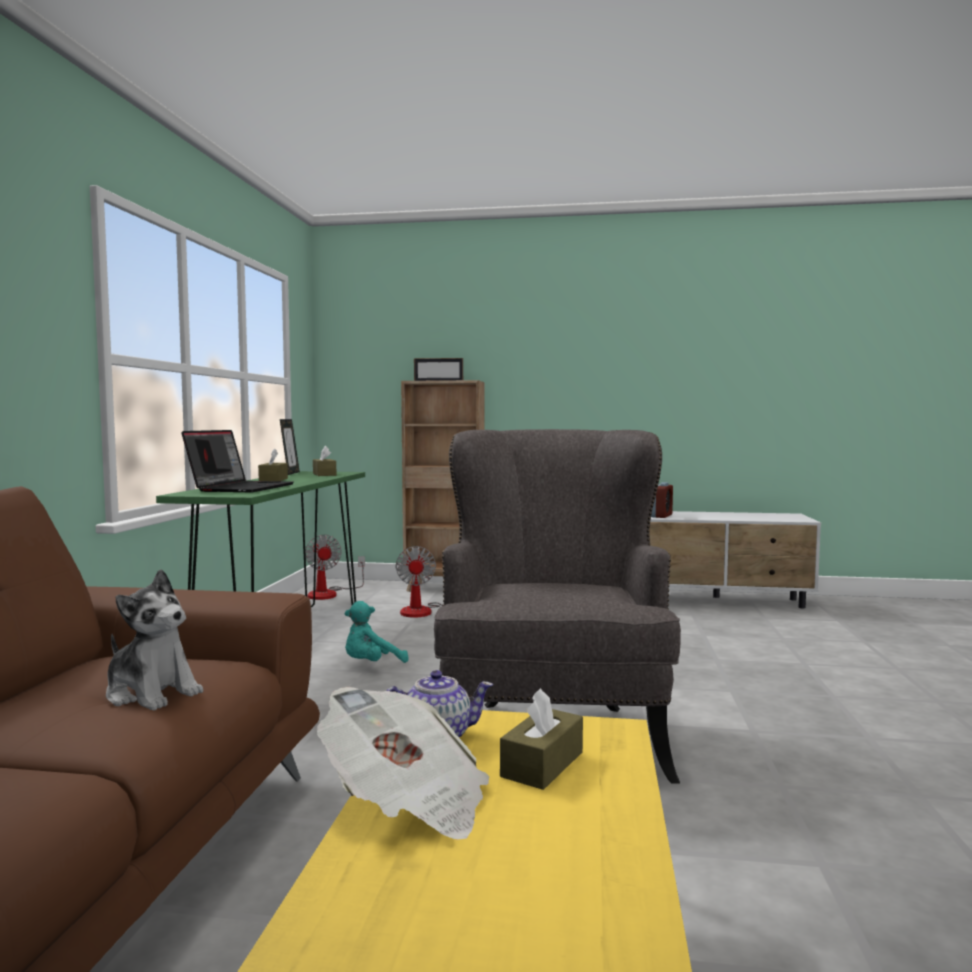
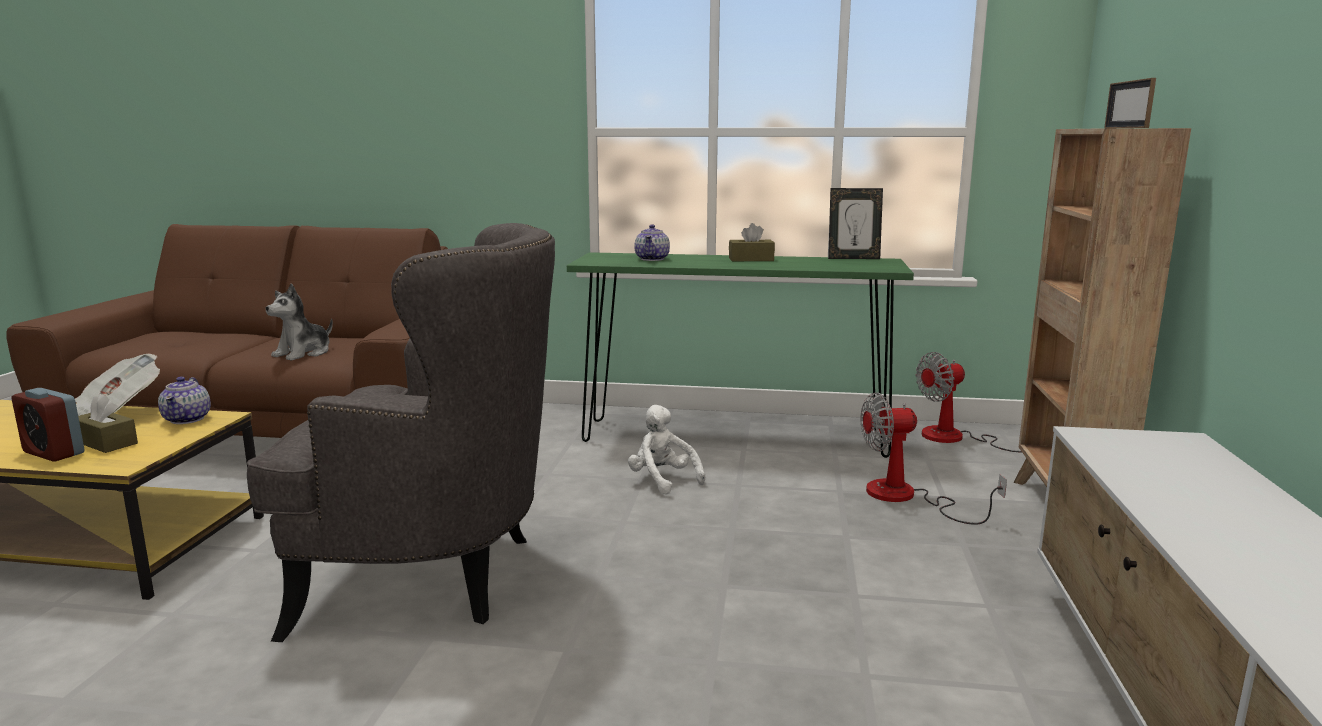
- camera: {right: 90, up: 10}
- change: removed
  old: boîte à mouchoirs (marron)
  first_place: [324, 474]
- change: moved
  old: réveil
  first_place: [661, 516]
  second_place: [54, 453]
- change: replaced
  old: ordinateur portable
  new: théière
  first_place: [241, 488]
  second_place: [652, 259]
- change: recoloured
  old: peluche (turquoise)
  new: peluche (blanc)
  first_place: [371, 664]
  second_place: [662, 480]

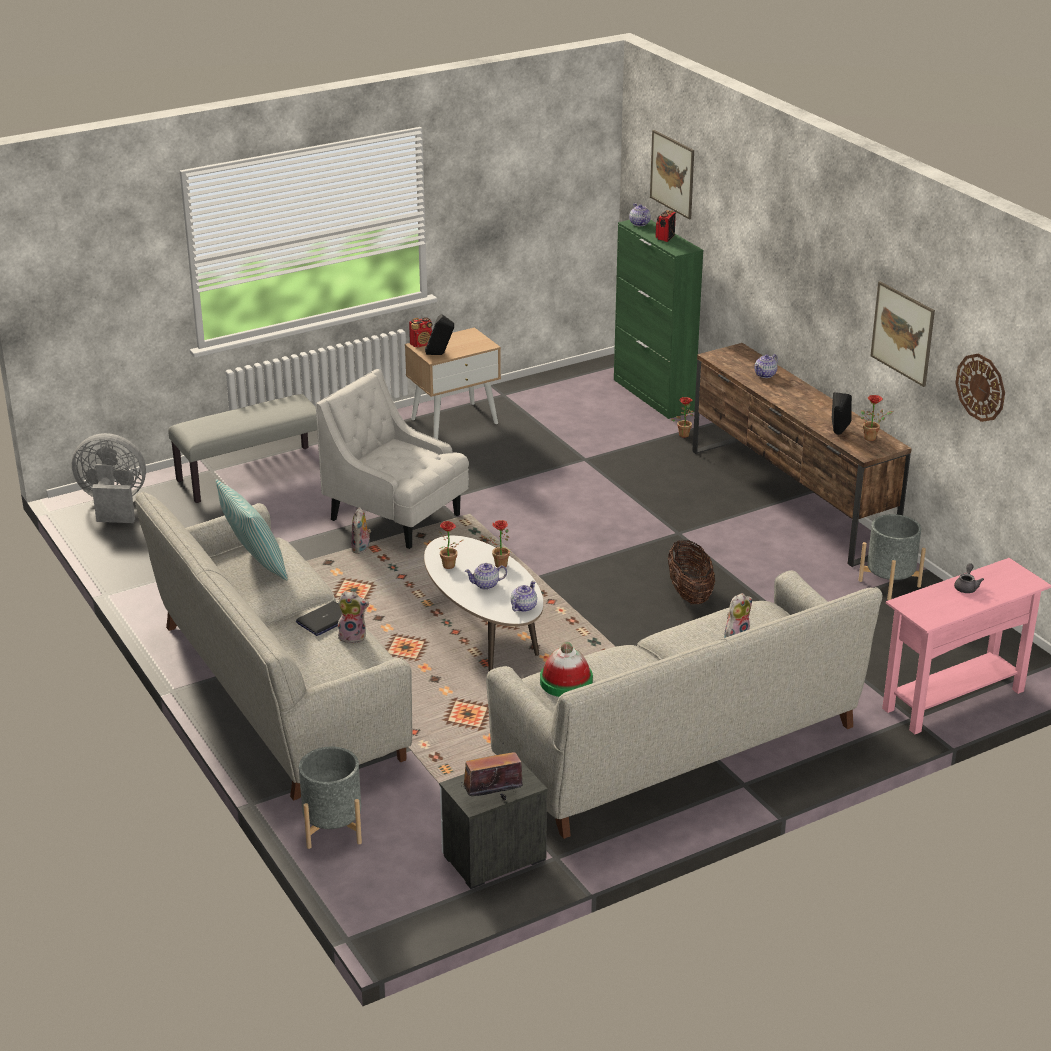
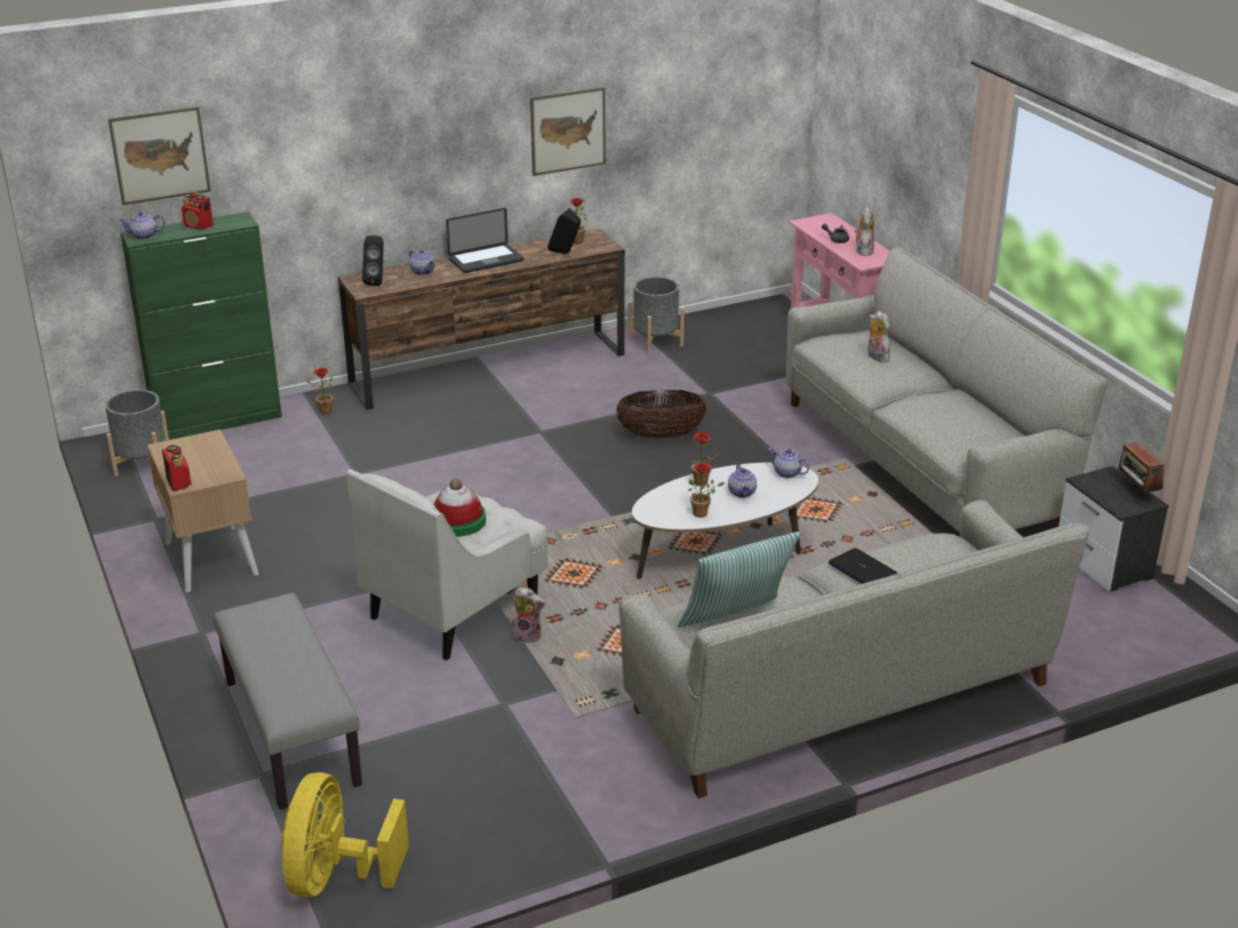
- camera: {right: -85, up: 0}
- change: removed
  old: horloge murale
  first_place: [981, 387]
- change: added
  new: ordinateur portable
  second_place: [486, 260]
- change: moved
  old: cache-pot (gris)
  first_place: [333, 828]
  second_place: [142, 463]
- change: moved
  old: peluche
  first_place: [353, 636]
  second_place: [863, 251]
- change: moved
  old: enceinte (noir)
  first_place: [440, 354]
  second_place: [377, 281]
- change: moved
  old: chapeau
  first_place: [566, 682]
  second_place: [458, 521]
- change: recoloured
  old: ventilateur (gris)
  new: ventilateur (jaune)
  first_place: [113, 505]
  second_place: [335, 877]

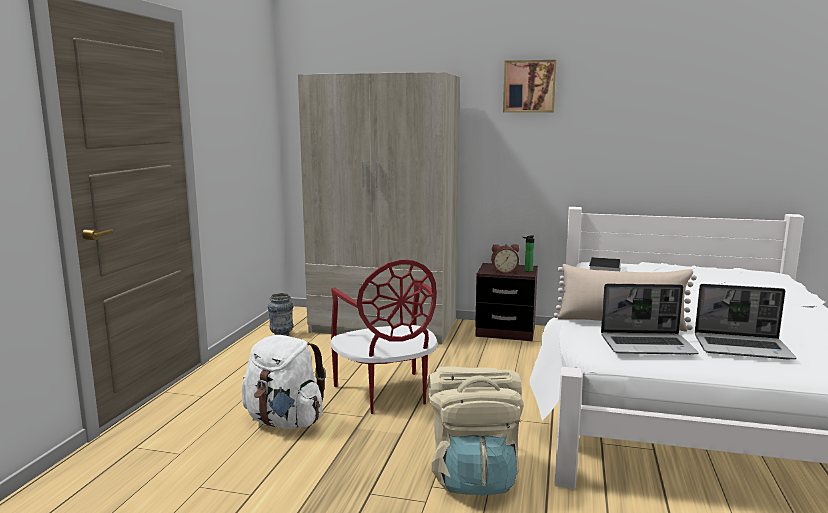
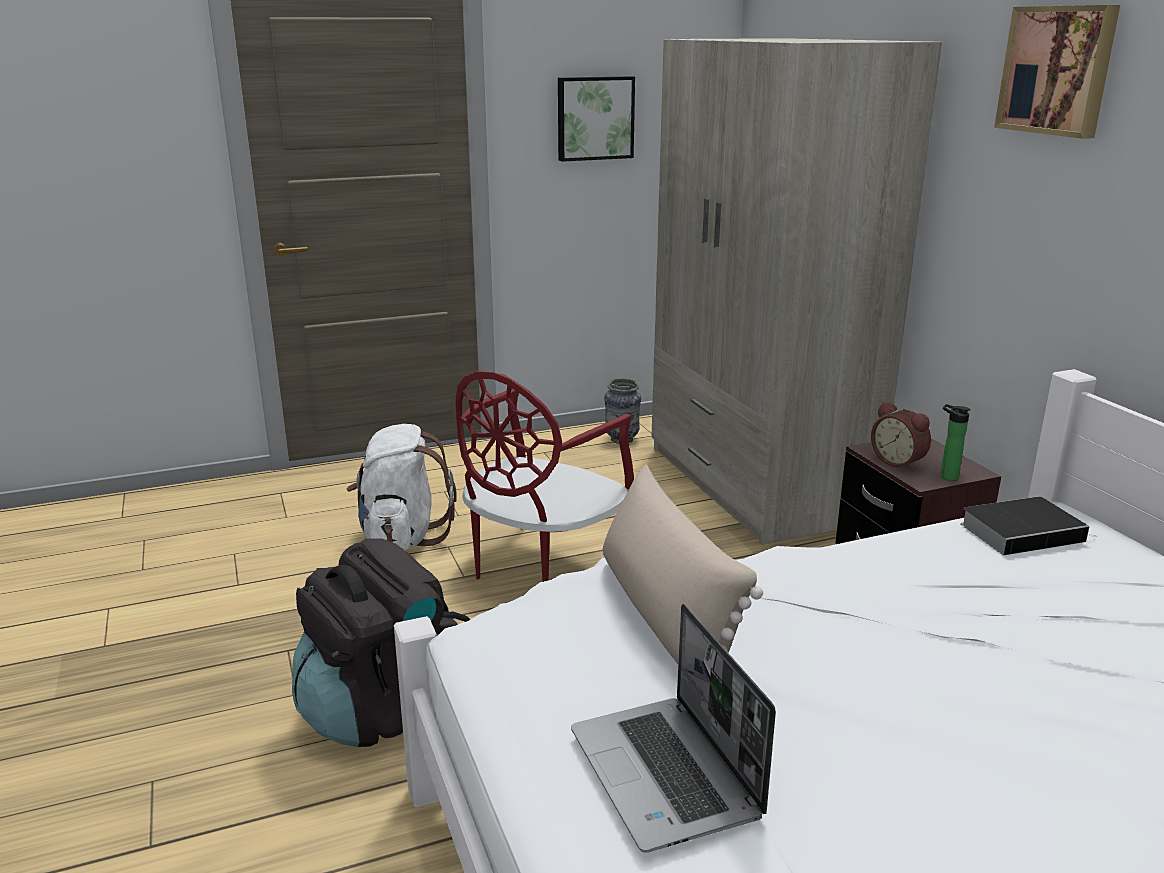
- camera: {right: 55, up: 10}
- change: removed
  old: ordinateur portable
  first_place: [648, 345]
- change: added
  new: tableau
  second_place: [594, 118]
- change: recoloured
  old: sac à dos (beige)
  new: sac à dos (noir)
  first_place: [473, 475]
  second_place: [385, 707]

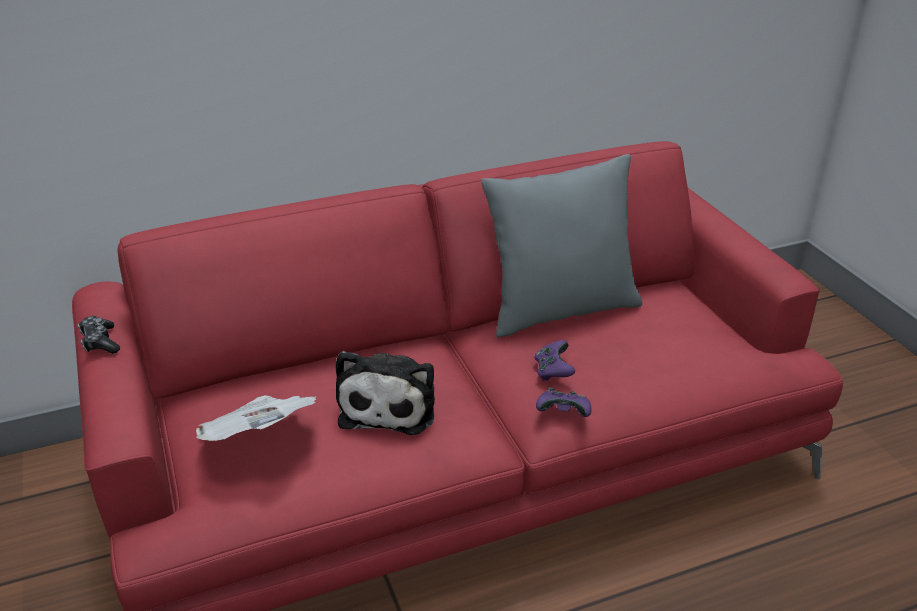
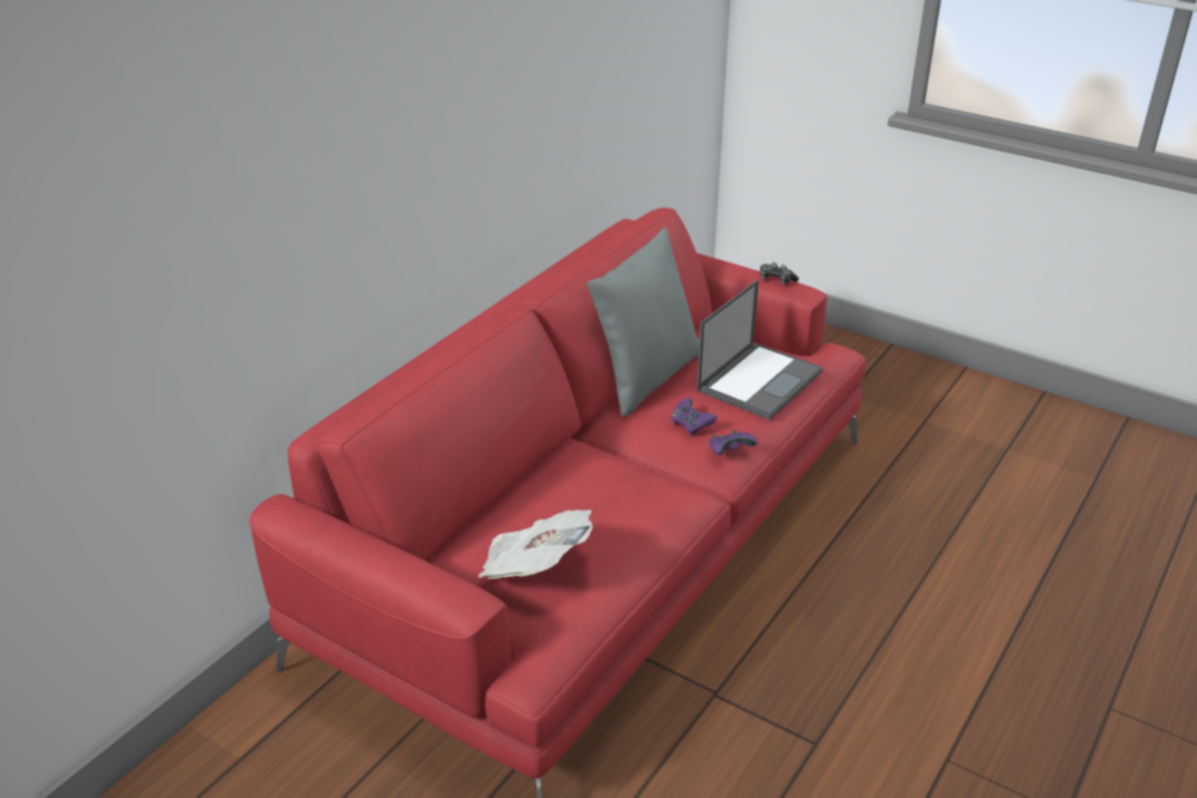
- camera: {right: -35, up: 0}
- change: removed
  old: peluche
  first_place: [389, 405]
- change: added
  new: ordinateur portable
  second_place: [760, 380]
- change: moved
  old: manette
  first_place: [100, 342]
  second_place: [776, 280]

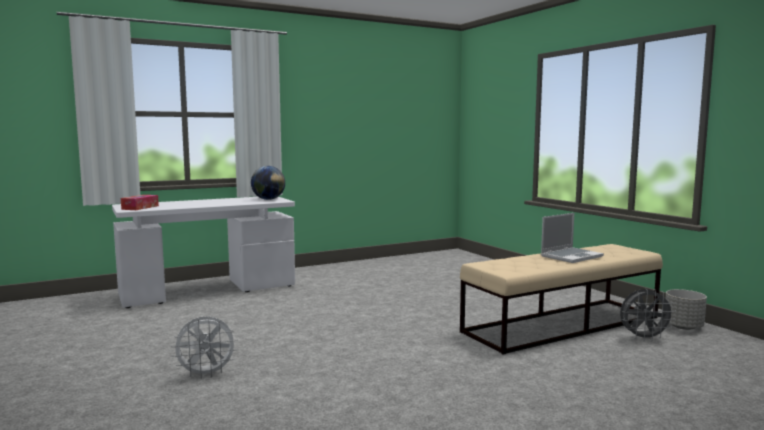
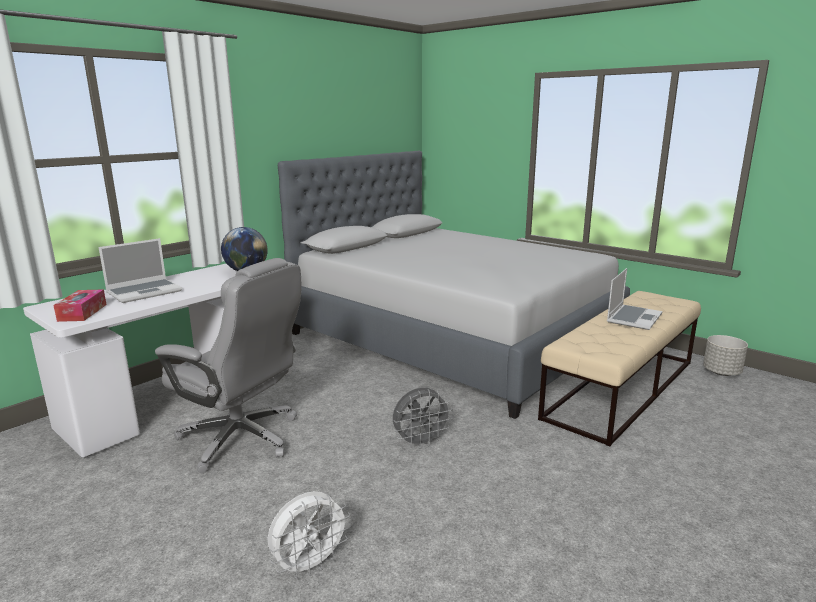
- camera: {right: -20, up: 10}
- change: added
  new: ordinateur portable
  second_place: [145, 292]
- change: added
  new: chaise de bureau (gris)
  second_place: [242, 438]
- change: added
  new: lit (gris)
  second_place: [452, 337]
- change: moved
  old: ventilateur (gris)
  first_place: [643, 338]
  second_place: [420, 442]

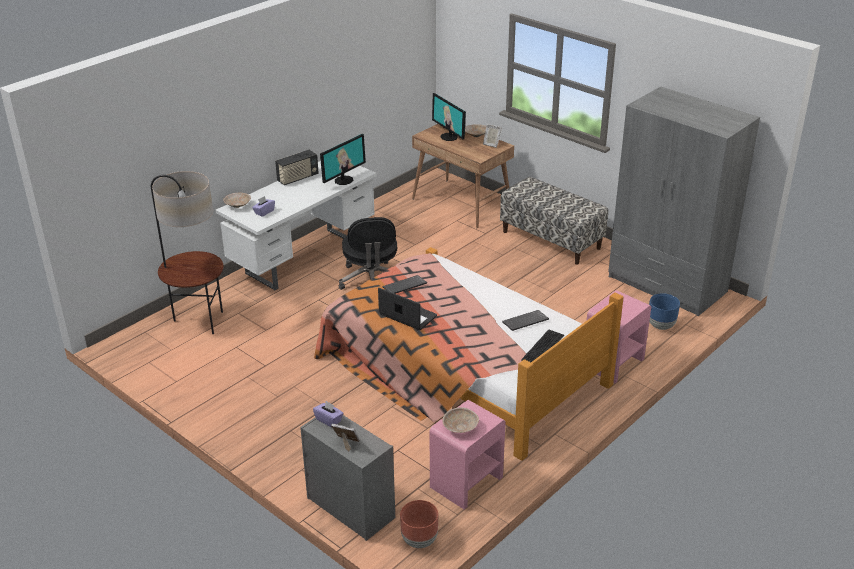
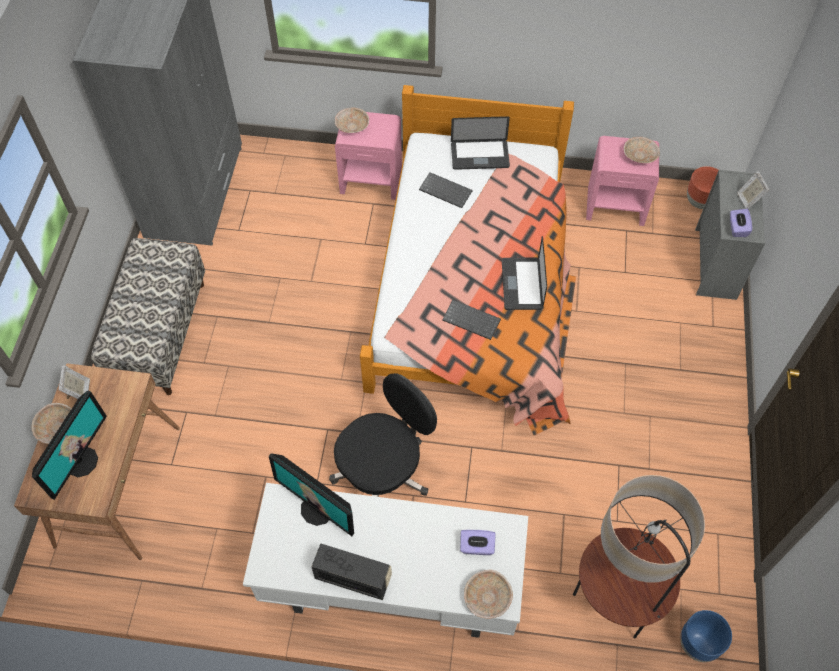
- camera: {right: -125, up: 25}
- change: added
  new: bol (beige)
  second_place: [352, 126]
- change: moved
  old: cache-pot (bleu)
  first_place: [661, 326]
  second_place: [698, 644]
- change: replaced
  old: clavier
  new: ordinateur portable
  first_place: [543, 348]
  second_place: [479, 156]
- change: turned
  old: écran d'ordinateur
  first_place: [343, 180]
  second_place: [317, 509]
  degrees: -150

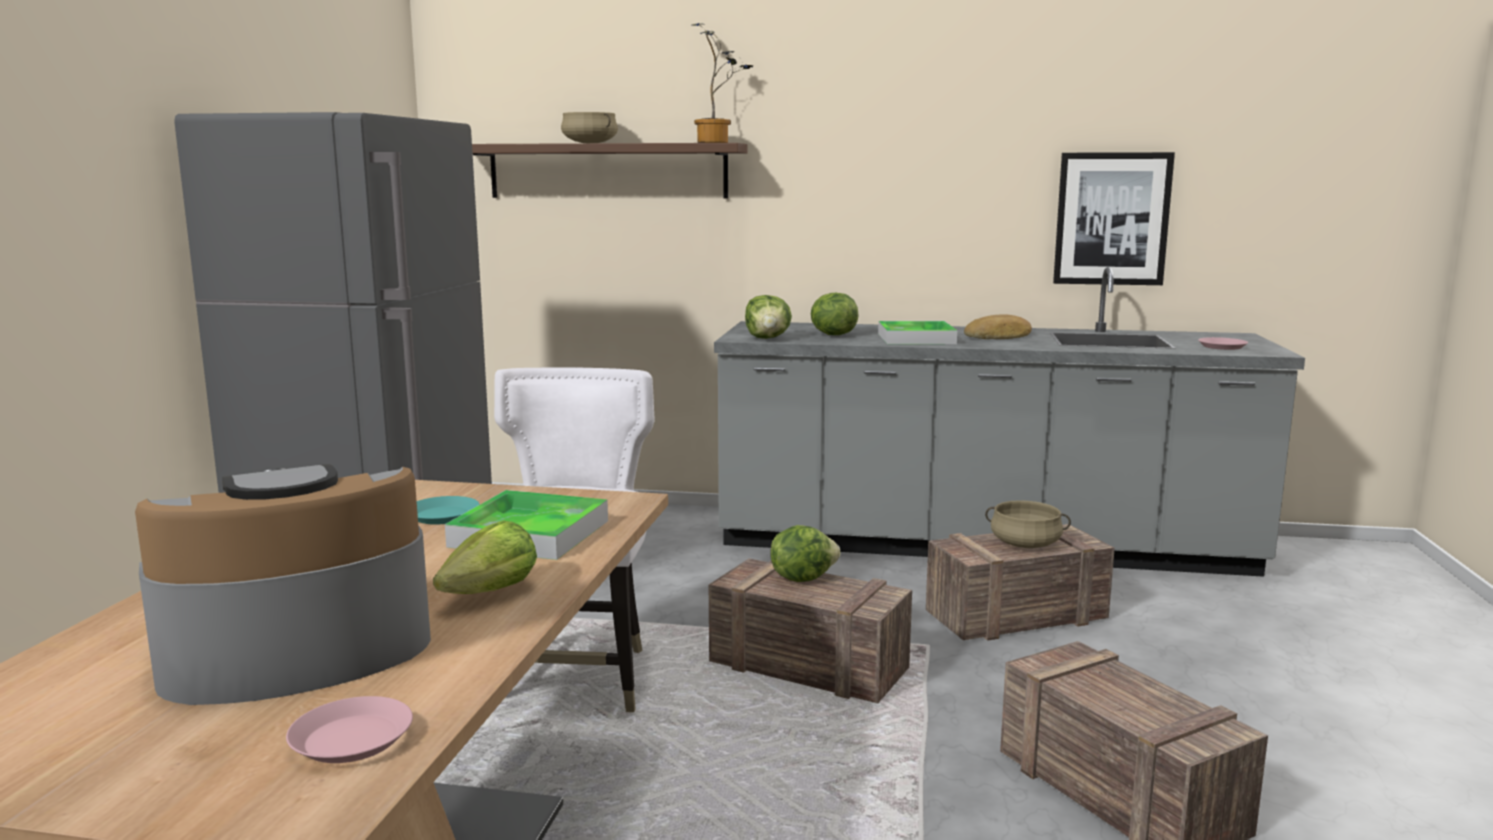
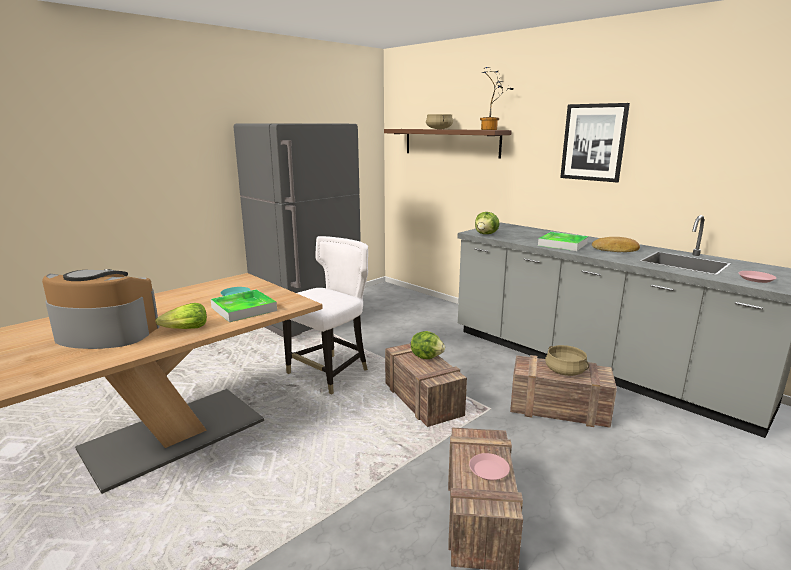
- camera: {right: 35, up: 5}
- change: removed
  old: laitue
  first_place: [832, 335]
- change: moved
  old: assiette (rose)
  first_place: [352, 739]
  second_place: [489, 470]
- change: moved
  old: tableau
  first_place: [1111, 219]
  second_place: [593, 142]

